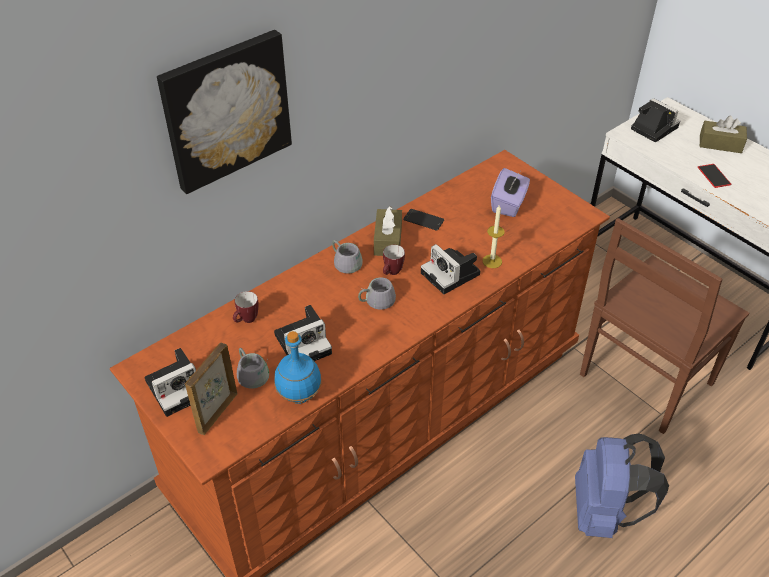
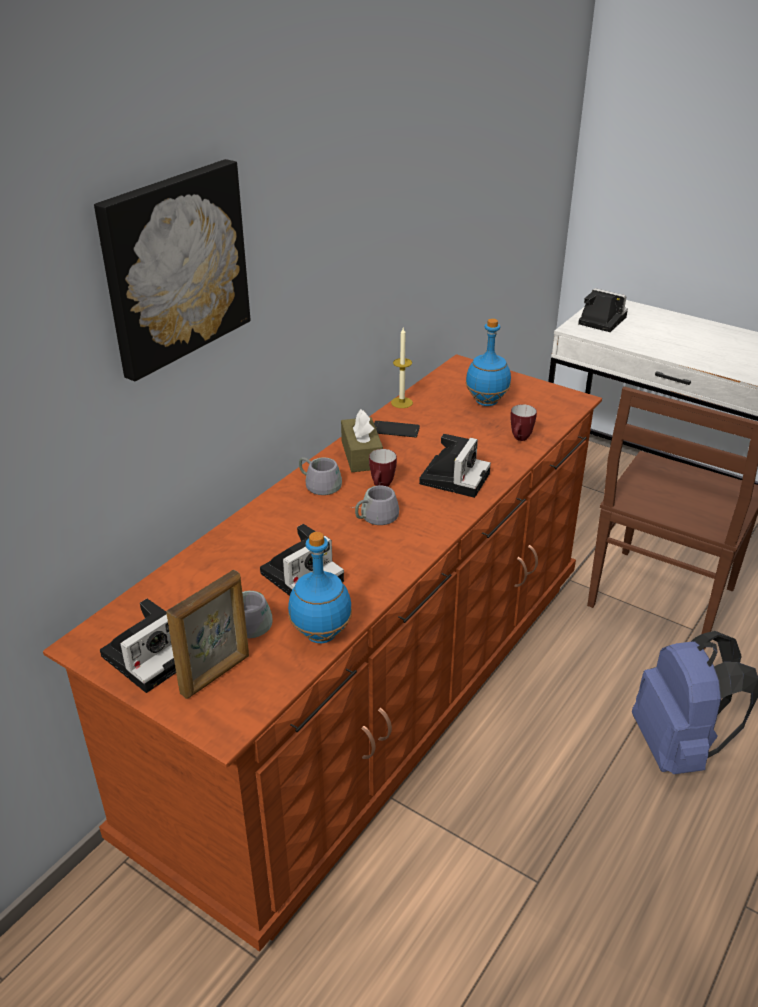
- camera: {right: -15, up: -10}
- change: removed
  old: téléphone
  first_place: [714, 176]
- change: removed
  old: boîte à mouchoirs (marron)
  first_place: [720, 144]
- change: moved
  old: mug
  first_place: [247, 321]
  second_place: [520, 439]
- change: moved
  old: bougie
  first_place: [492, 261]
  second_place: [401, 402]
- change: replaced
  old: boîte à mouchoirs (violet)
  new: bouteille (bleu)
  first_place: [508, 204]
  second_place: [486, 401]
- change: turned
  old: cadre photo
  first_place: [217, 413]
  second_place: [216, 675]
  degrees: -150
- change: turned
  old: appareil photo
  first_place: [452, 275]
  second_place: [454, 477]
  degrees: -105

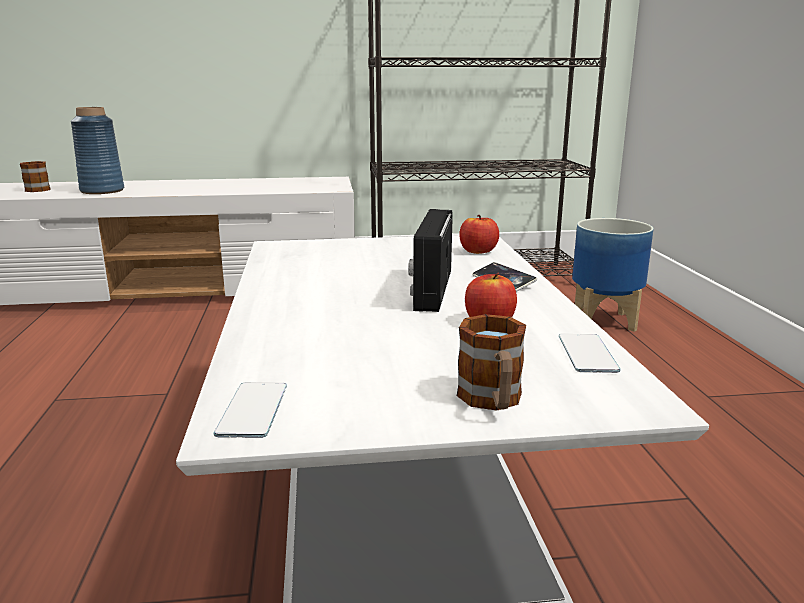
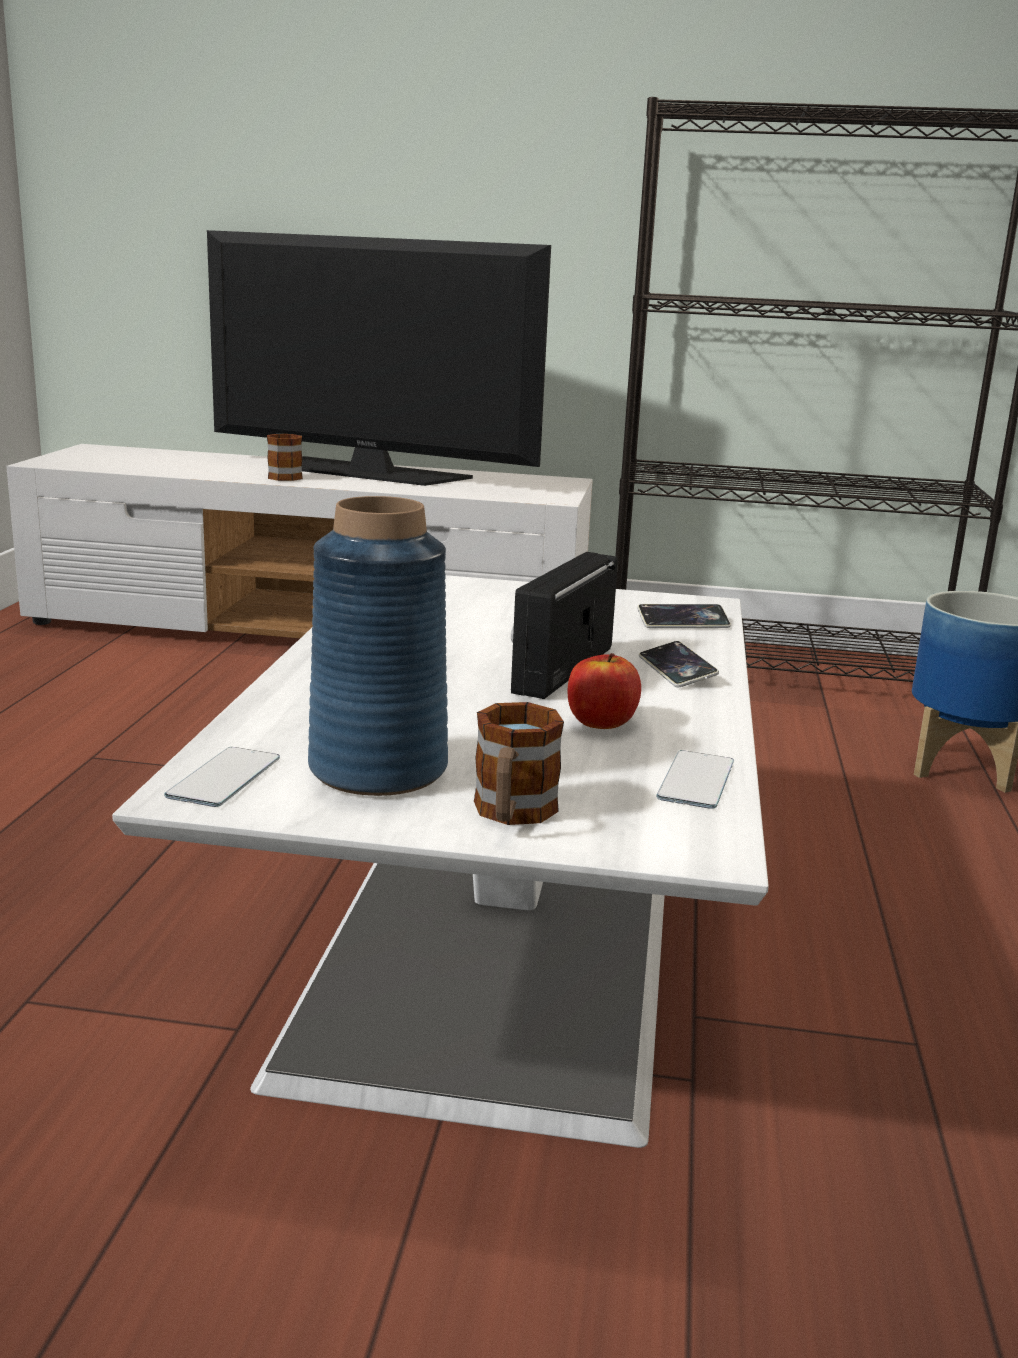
- camera: {right: 15, up: 0}
- change: added
  new: téléviseur
  second_place: [371, 473]
- change: moved
  old: mug
  first_place: [35, 189]
  second_place: [282, 476]
- change: moved
  old: vase (bleu)
  first_place: [102, 191]
  second_place: [378, 770]
- change: replaced
  old: pomme
  new: téléphone
  first_place: [478, 251]
  second_place: [683, 622]

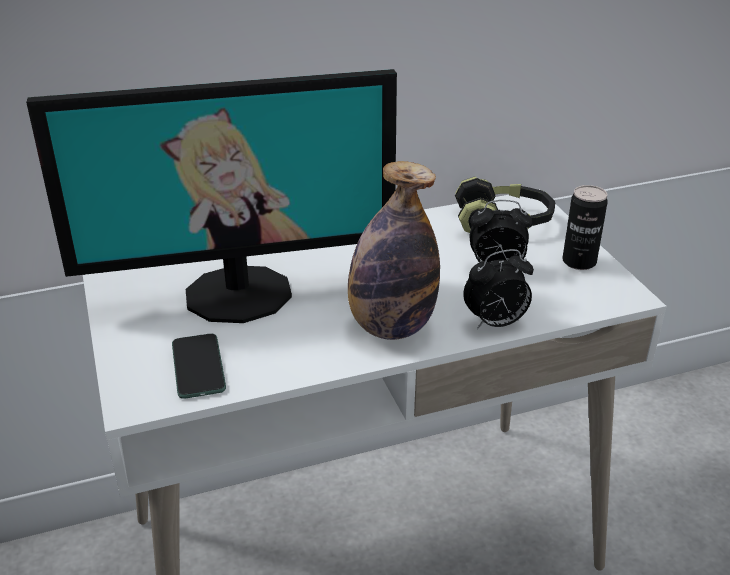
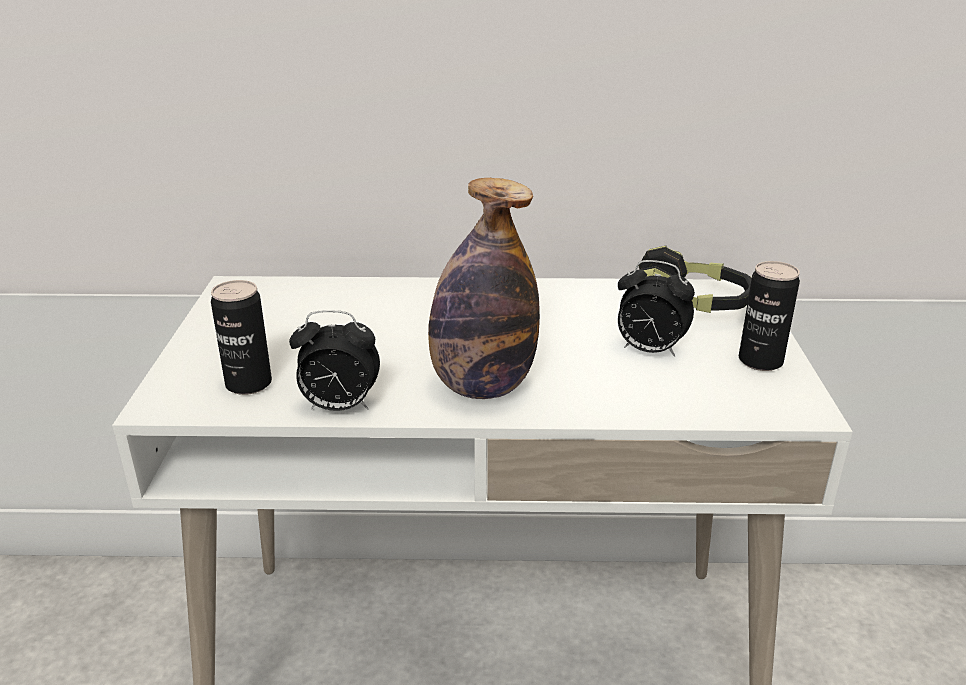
- camera: {right: 20, up: -5}
- change: removed
  old: écran d'ordinateur
  first_place: [238, 293]
- change: moved
  old: réveil
  first_place: [495, 323]
  second_place: [339, 407]
- change: replaced
  old: téléphone
  new: boîte métallique
  first_place: [198, 367]
  second_place: [249, 384]

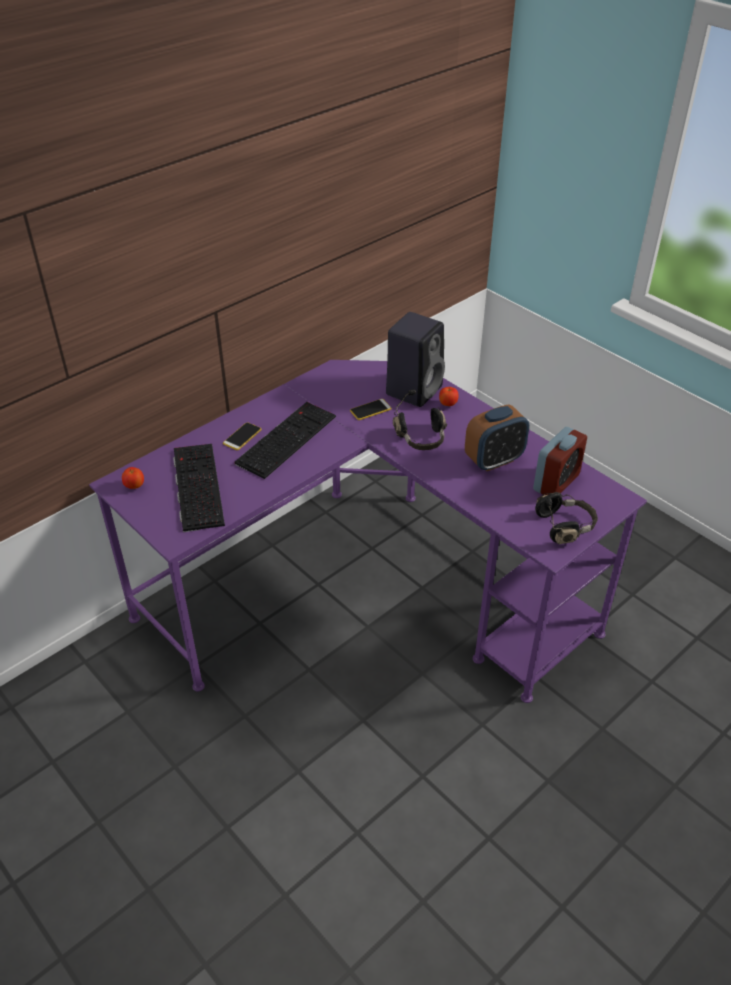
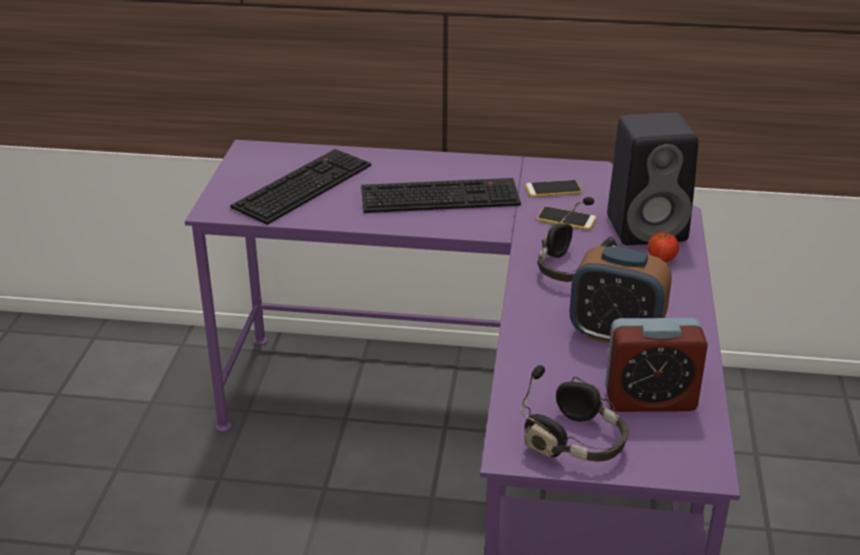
- camera: {right: 50, up: -10}
- change: removed
  old: pomme
  first_place: [134, 486]
- change: moved
  old: téléphone
  first_place: [242, 437]
  second_place: [553, 189]

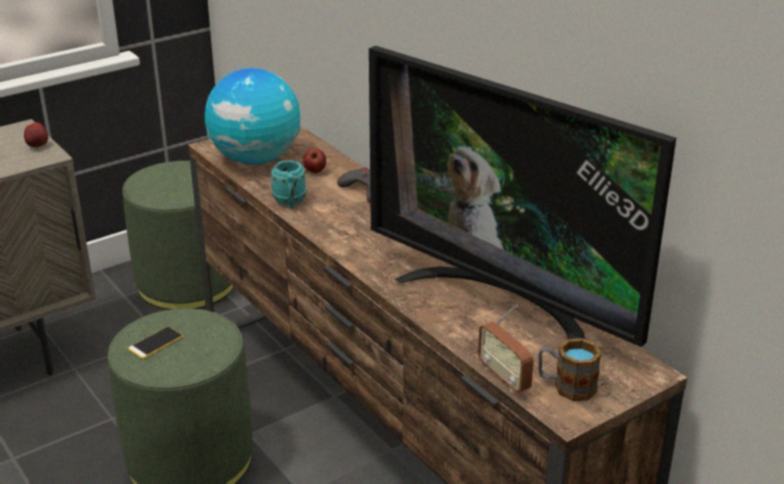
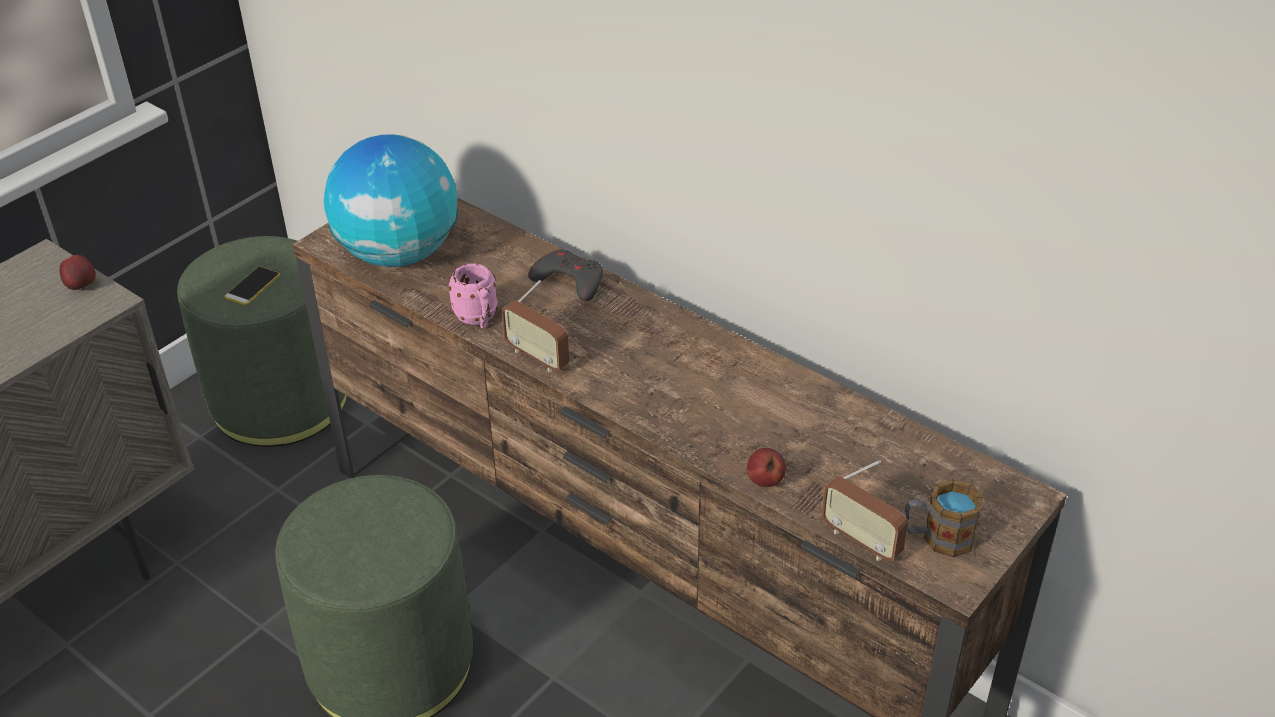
- camera: {right: -15, up: 10}
- change: removed
  old: téléviseur
  first_place: [504, 303]
- change: added
  new: radio
  second_place: [537, 357]
- change: moved
  old: téléphone
  first_place: [156, 343]
  second_place: [252, 286]
- change: moved
  old: pomme
  first_place: [314, 171]
  second_place: [765, 481]
- change: recoloured
  old: mug (turquoise)
  new: mug (rose)
  first_place: [290, 202]
  second_place: [478, 319]

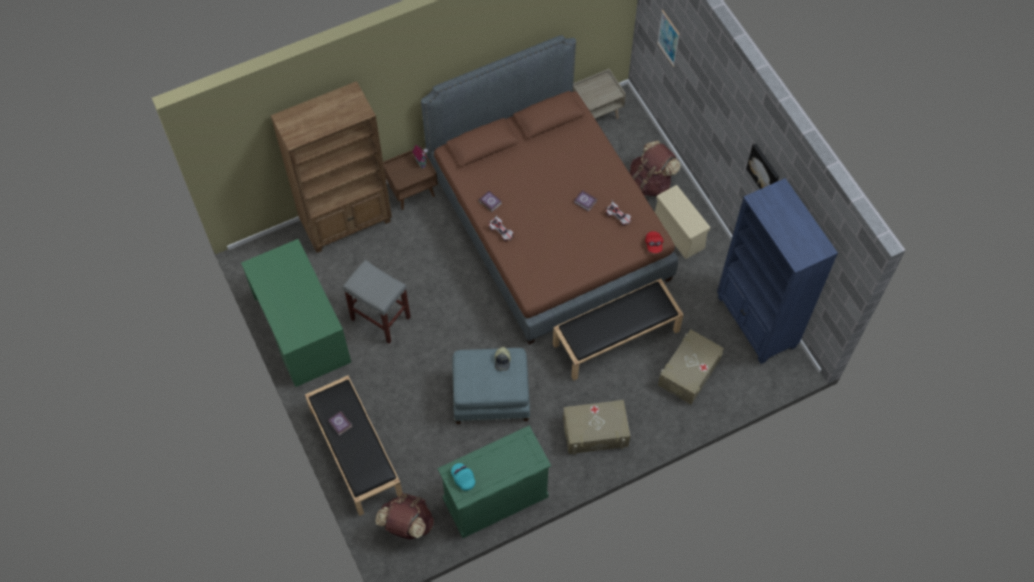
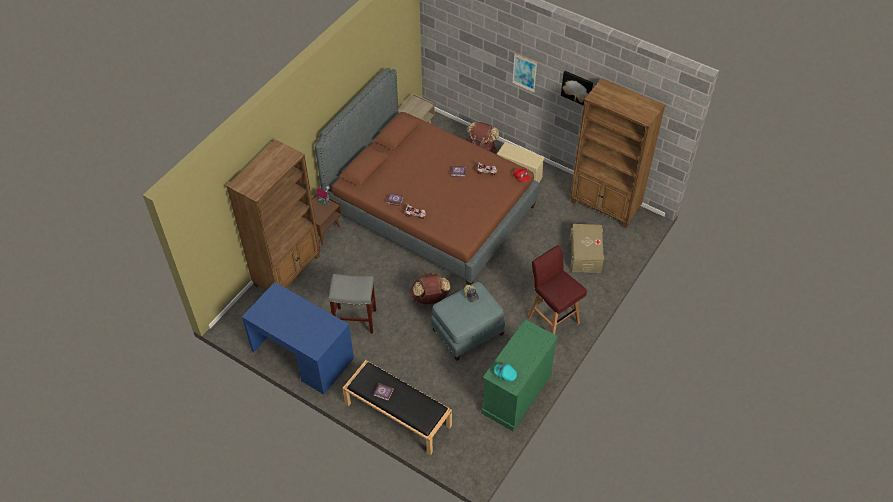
- camera: {right: -30, up: -10}
- change: removed
  old: banc (noir)
  first_place: [616, 337]
- change: moved
  old: sac à dos (marron)
  first_place: [407, 525]
  second_place: [430, 298]
- change: moved
  old: tableau
  first_place: [668, 38]
  second_place: [524, 72]
- change: replaced
  old: boîte de rangement (beige)
  new: tabouret (rouge)
  first_place: [595, 432]
  second_place: [552, 319]
- change: recoloured
  old: bureau (vert)
  new: bureau (bleu)
  first_place: [302, 330]
  second_place: [302, 354]
- change: recoloured
  old: bibliothèque (bleu)
  new: bibliothèque (marron)
  first_place: [756, 323]
  second_place: [605, 206]

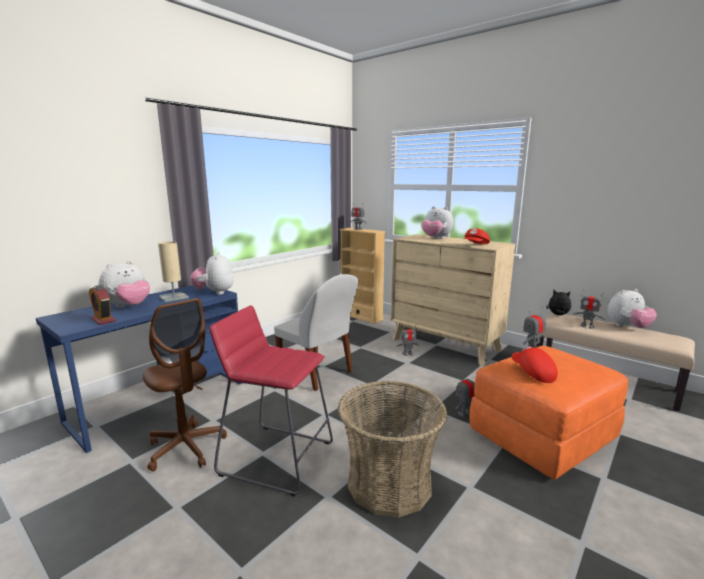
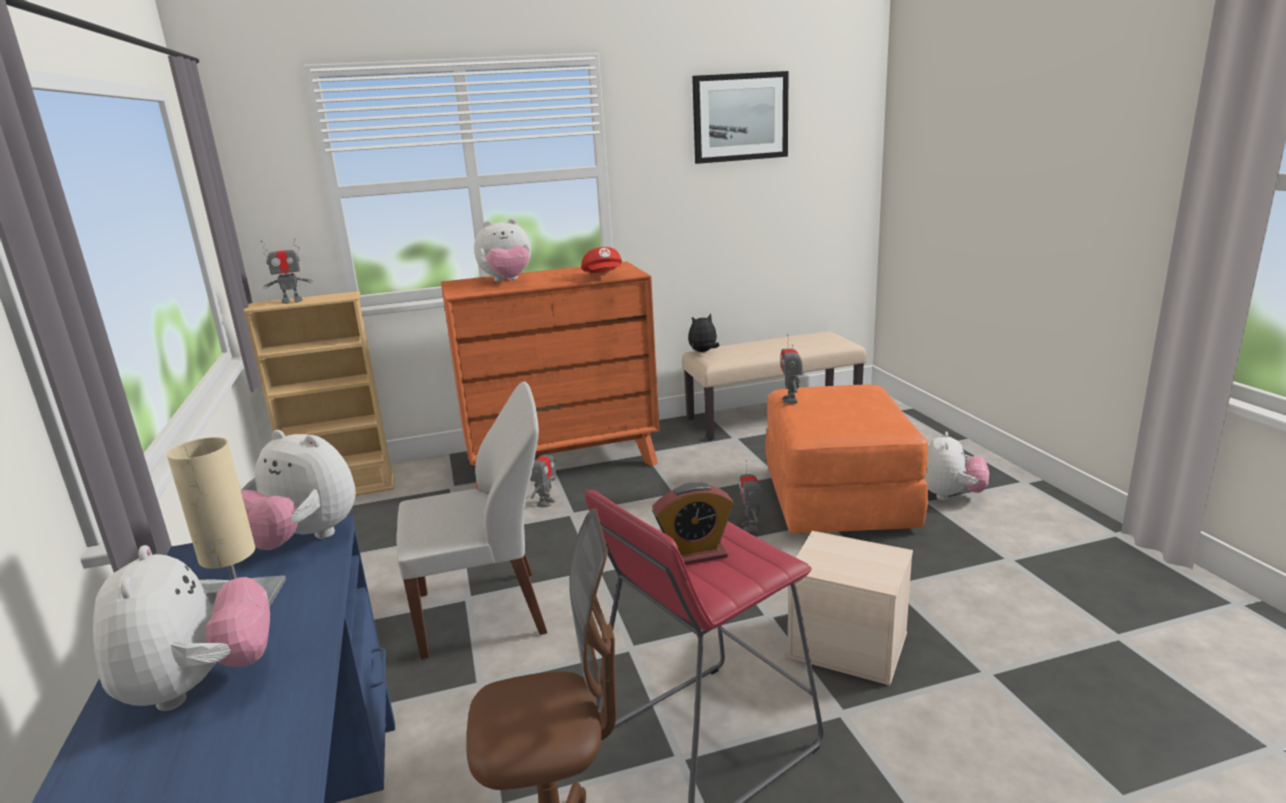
- camera: {right: -55, up: 5}
- change: removed
  old: casquette (rouge)
  first_place: [532, 373]
- change: removed
  old: robot jouet
  first_place: [587, 326]
- change: added
  new: tableau
  second_place: [740, 117]
- change: moved
  old: réveil
  first_place: [103, 320]
  second_place: [694, 554]
- change: moved
  old: peluche
  first_place: [627, 327]
  second_place: [951, 495]
- change: replaced
  old: panier
  new: boîte de rangement (beige)
  first_place: [389, 483]
  second_place: [849, 645]
- change: recoloured
  old: commode (beige)
  new: commode (orange)
  first_place: [445, 344]
  second_place: [562, 463]

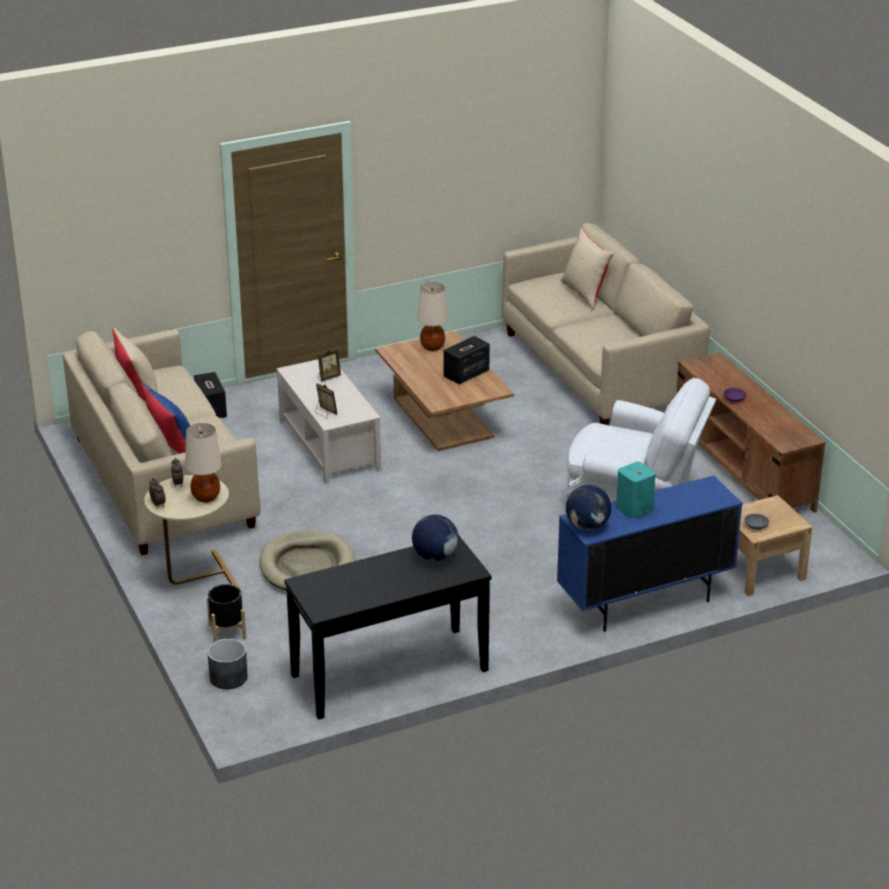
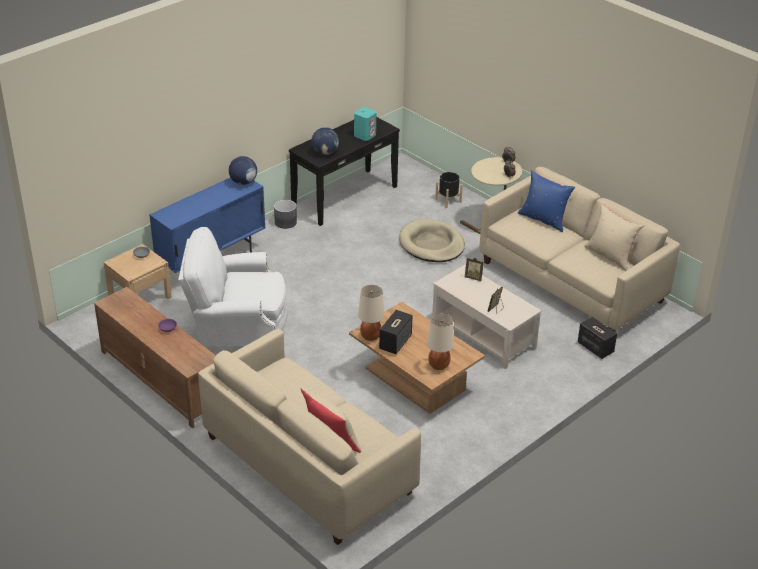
- camera: {right: 160, up: 5}
- change: moved
  old: lampe de table (beige)
  first_place: [206, 497]
  second_place: [370, 336]
- change: moved
  old: cache-pot (gris)
  first_place: [228, 678]
  second_place: [285, 222]
- change: moved
  old: enceinte (turquoise)
  first_place: [634, 509]
  second_place: [365, 135]

